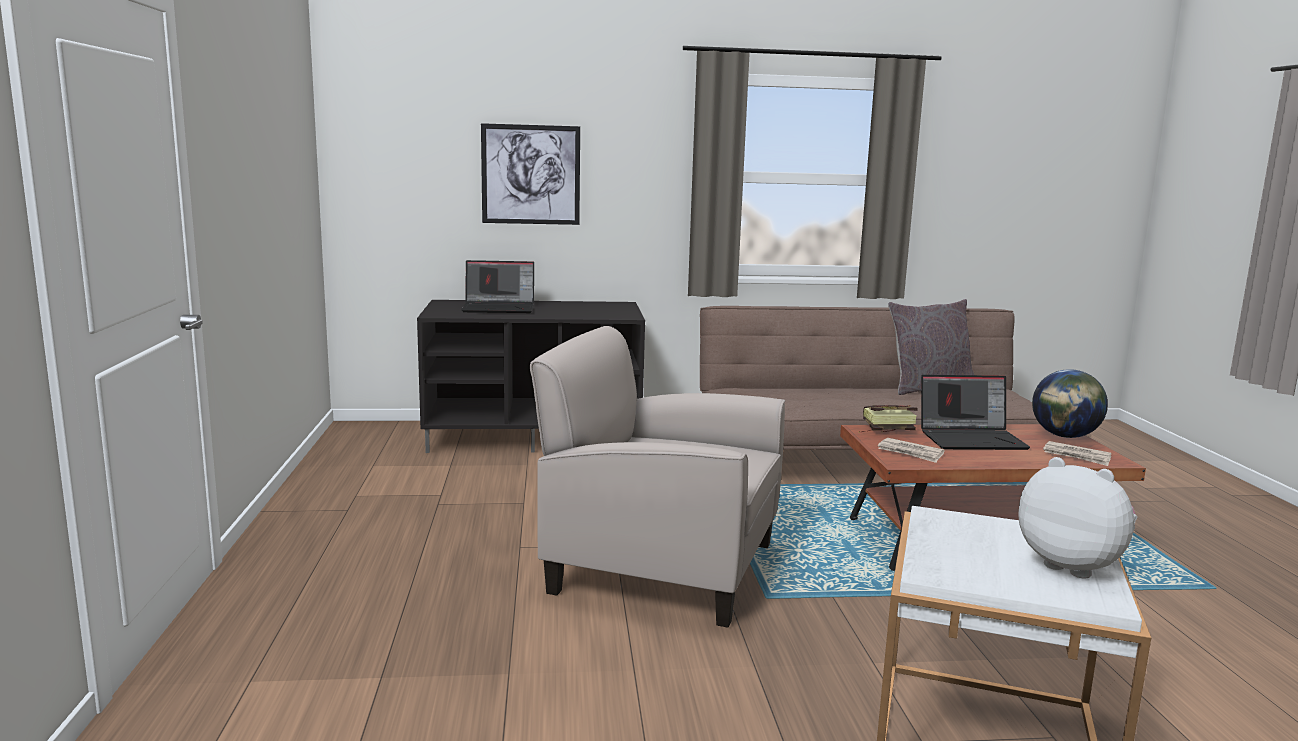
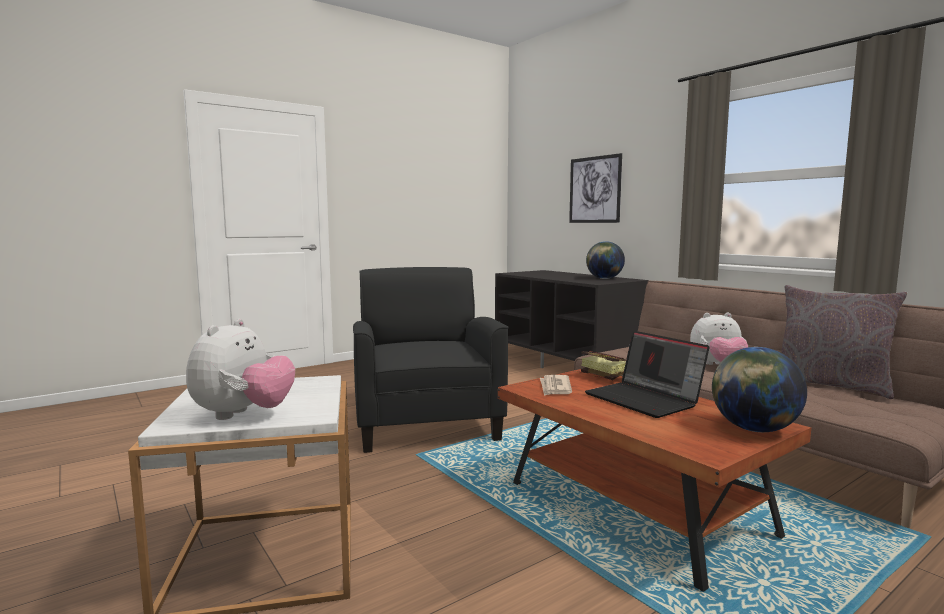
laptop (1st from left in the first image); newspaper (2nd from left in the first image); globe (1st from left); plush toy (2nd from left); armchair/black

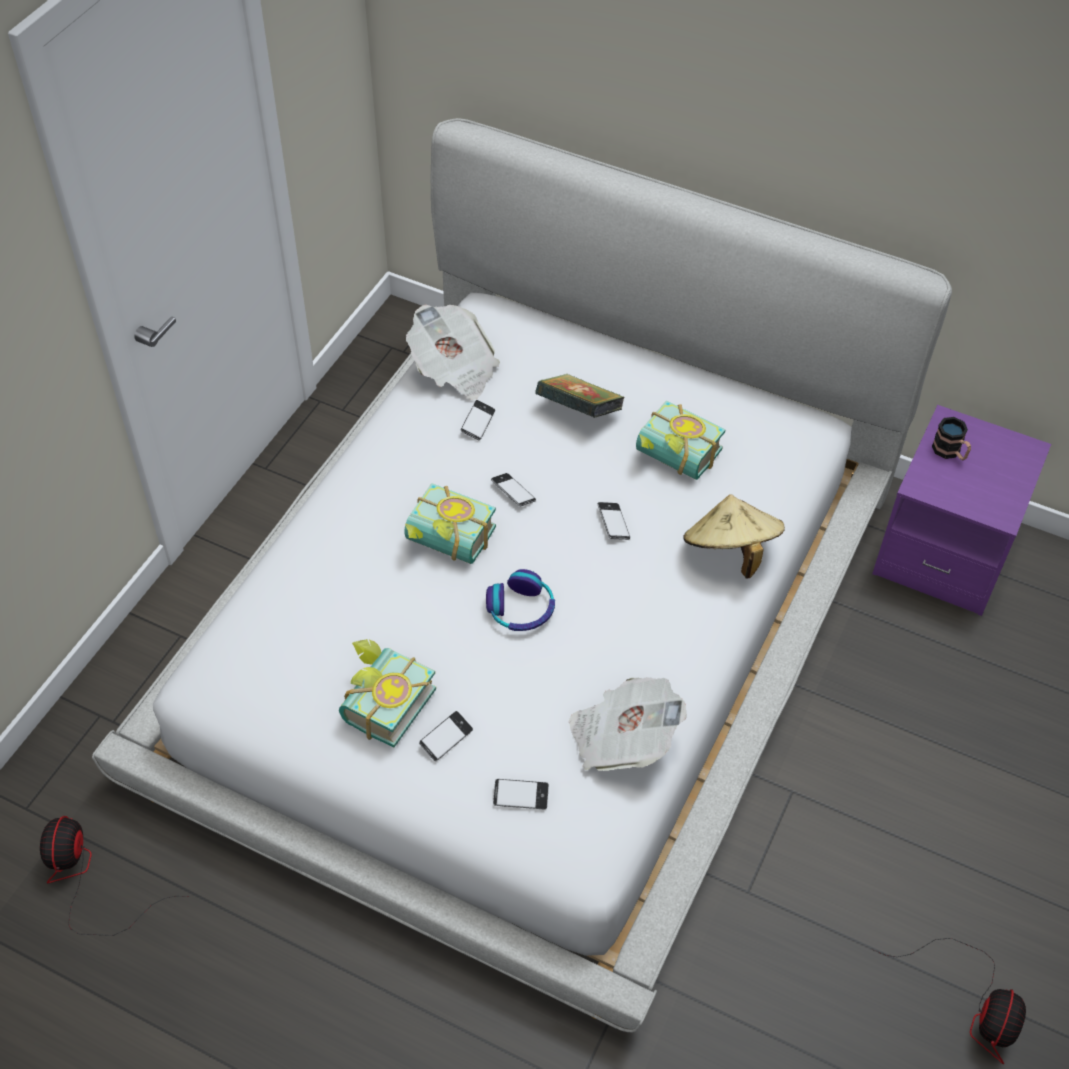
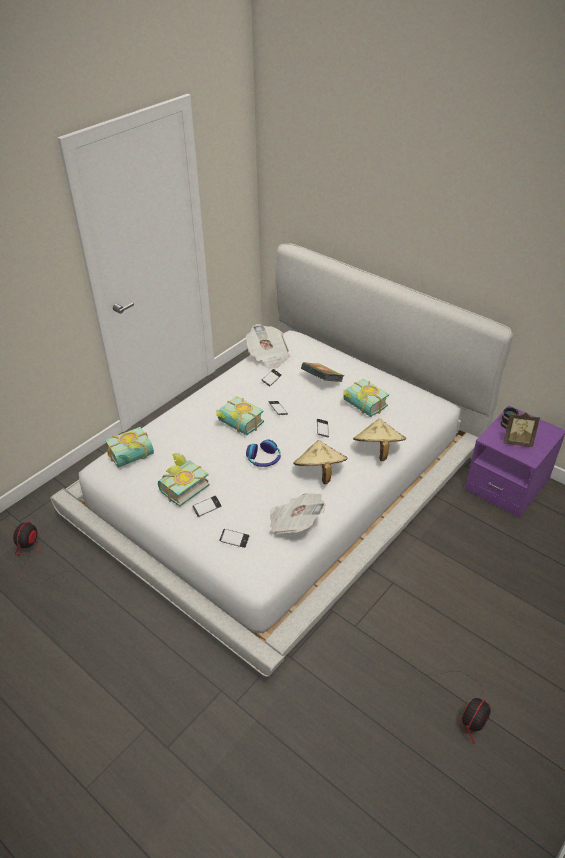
book (1st from left); hat/beige (1st from left); picture frame

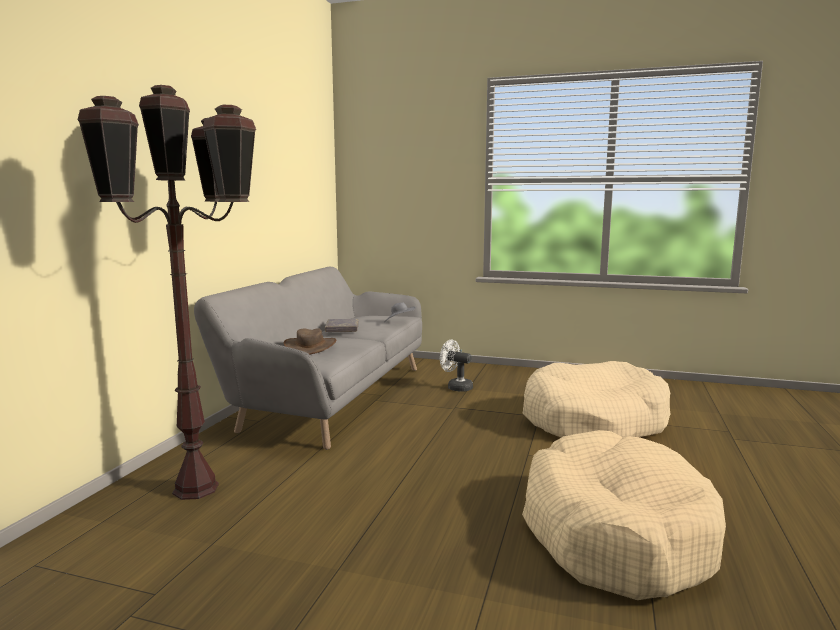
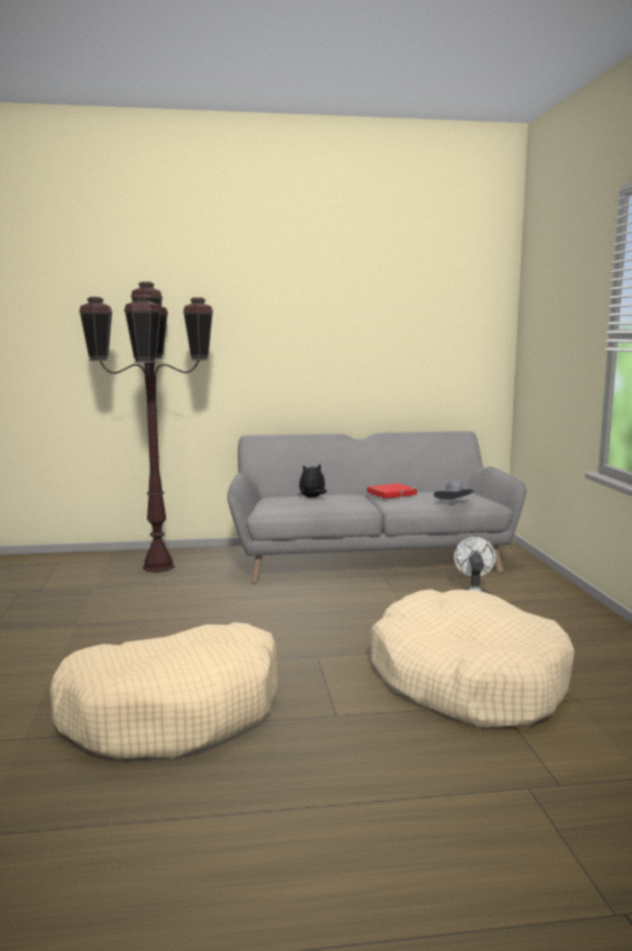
plush toy; book/red

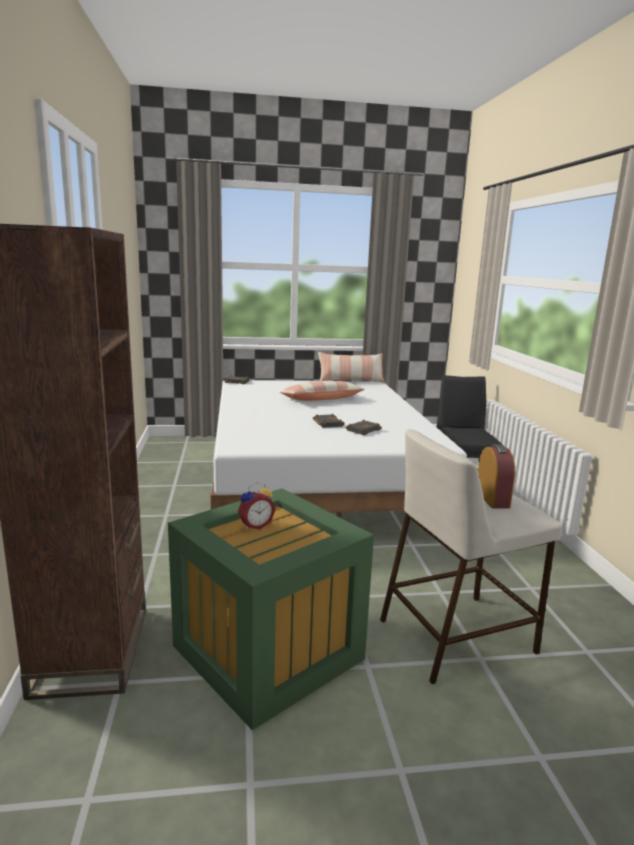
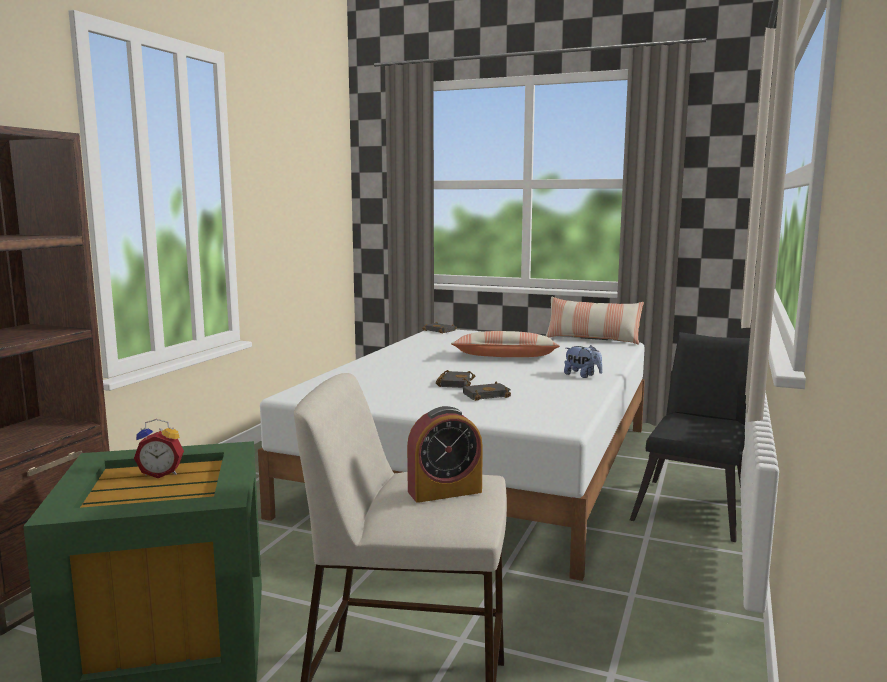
plush toy; alarm clock (2nd from left)

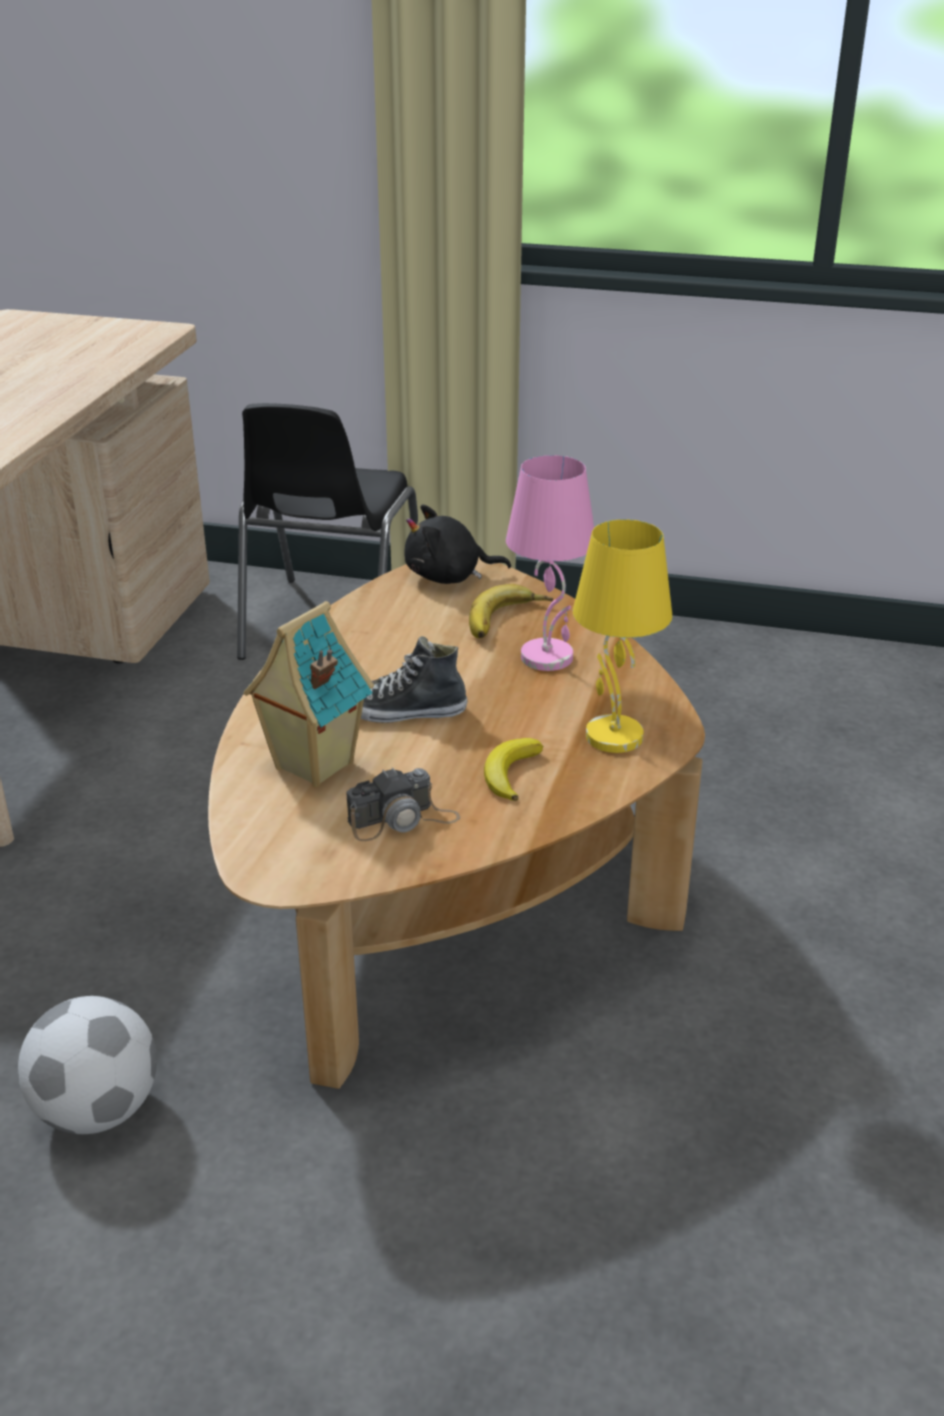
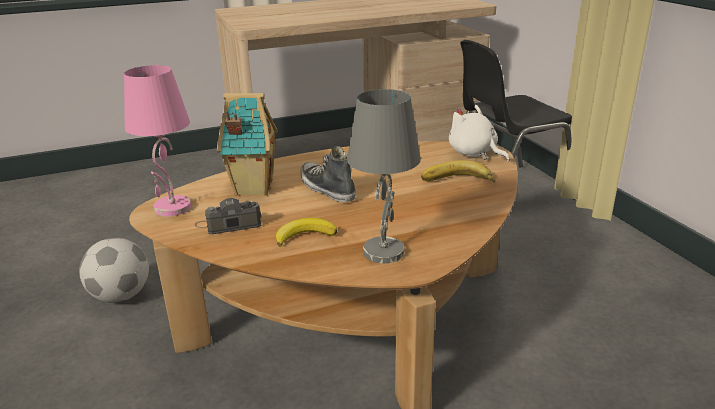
table lamp/pink; plush toy/white; table lamp/grey; photo camera

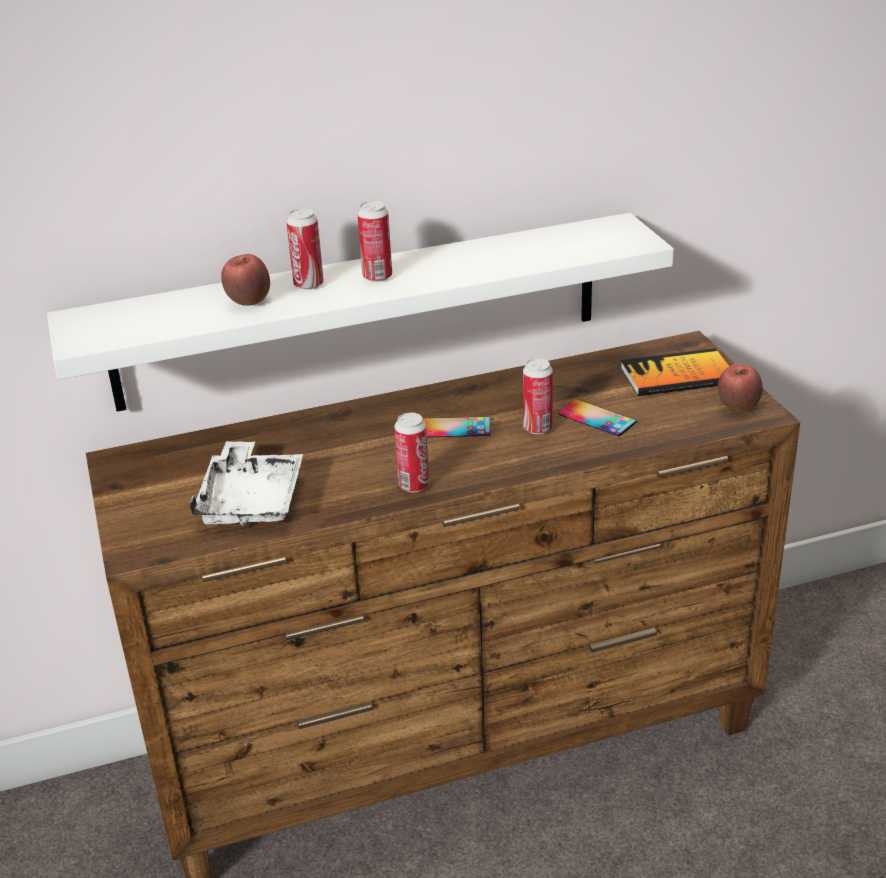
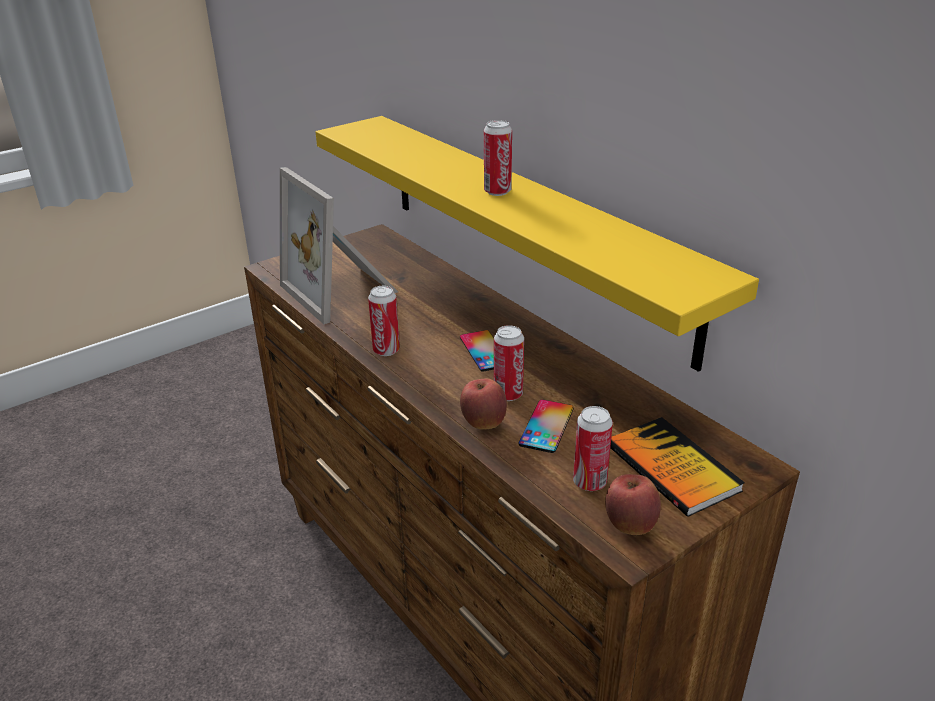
apple (1st from left); can (4th from left); picture frame; shelf/yellow

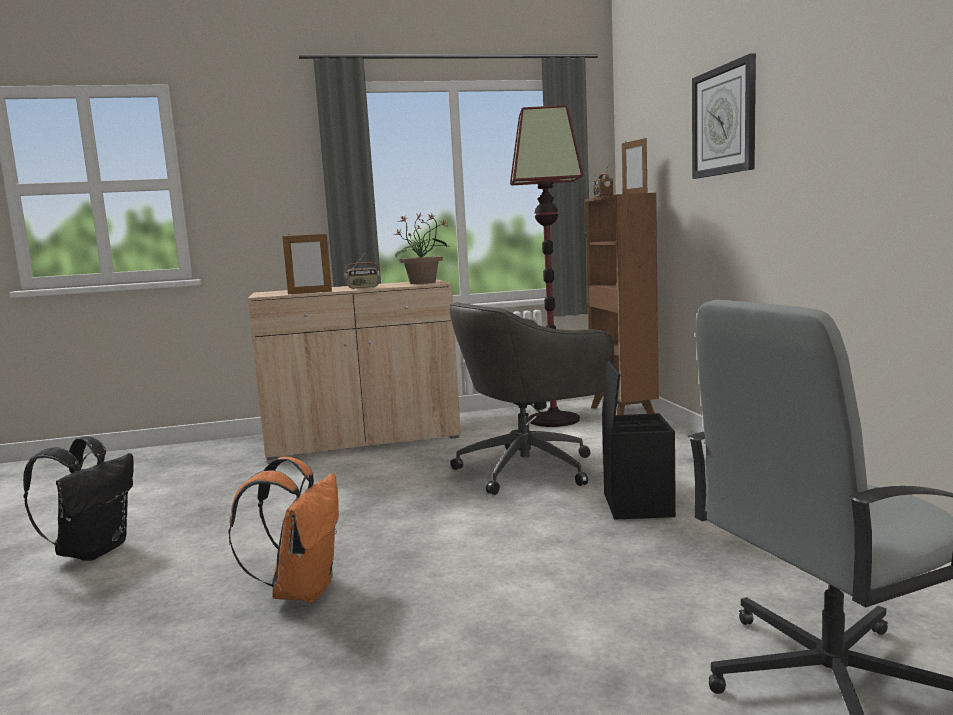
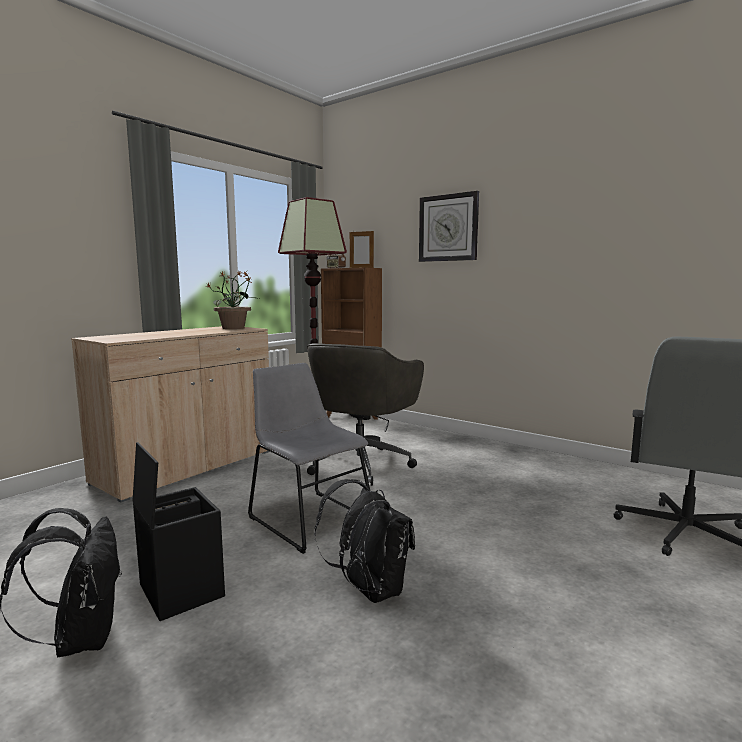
picture frame (1st from left in the first image); radio (1st from left in the first image); chair/grey; storage box/black; backpack/black (2nd from left)

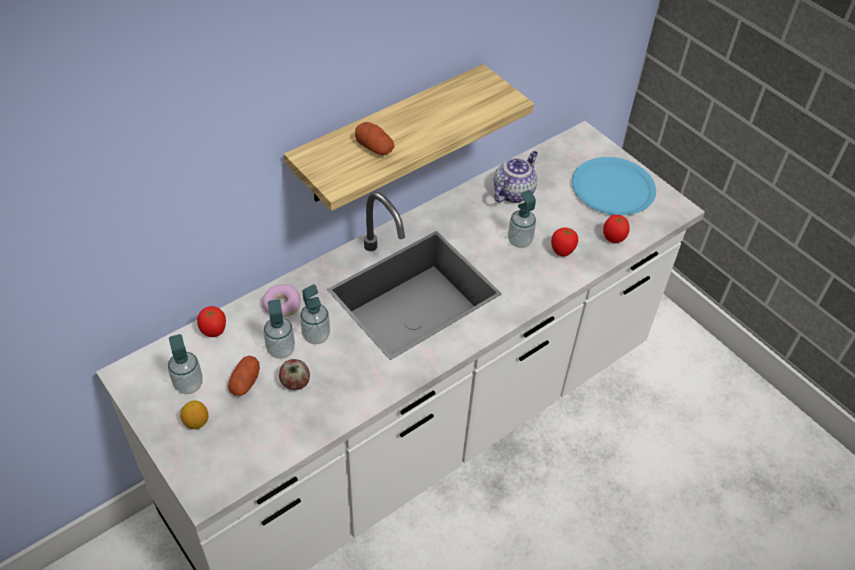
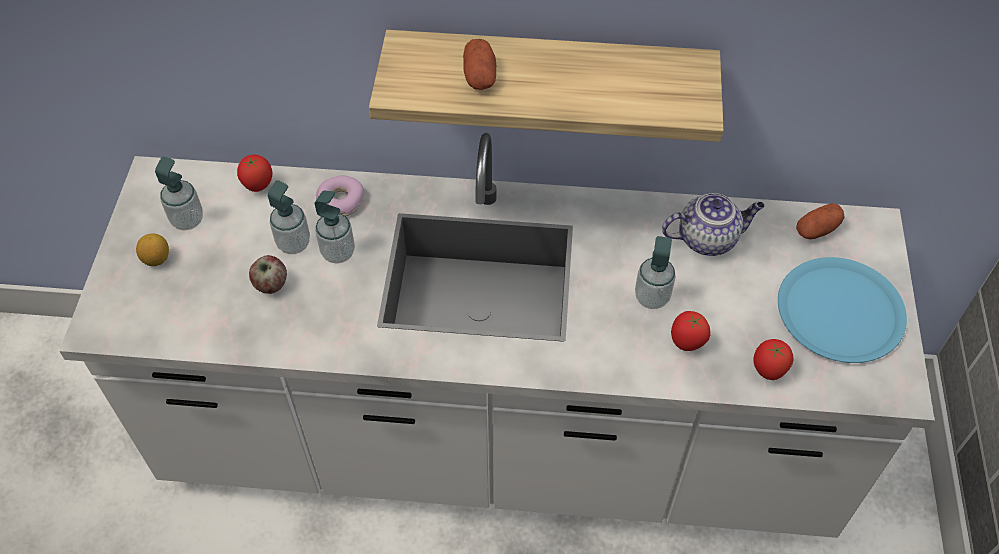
potato (2nd from left)

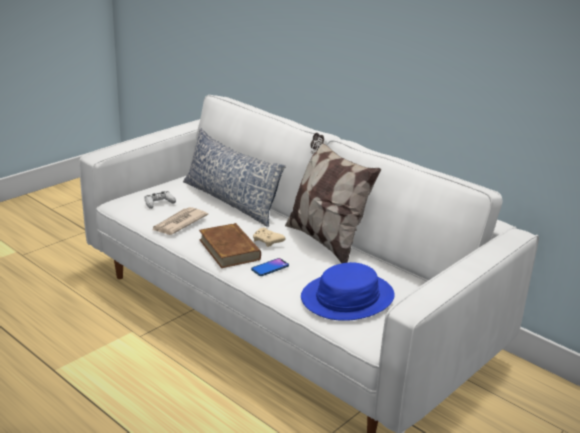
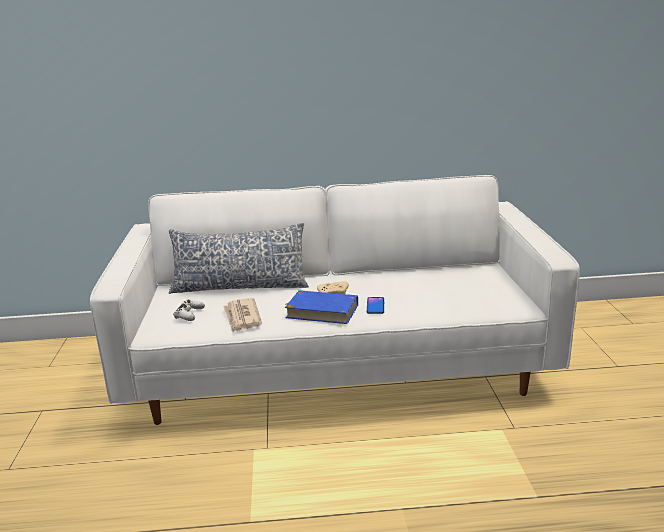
pillow (2nd from left in the first image); hat/blue; book/blue

